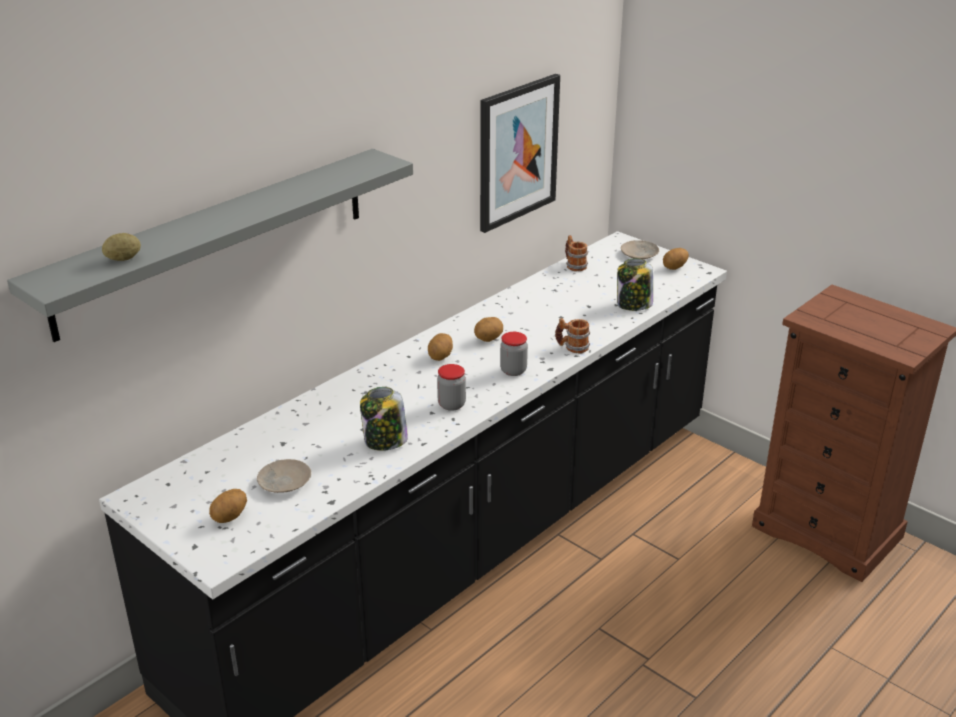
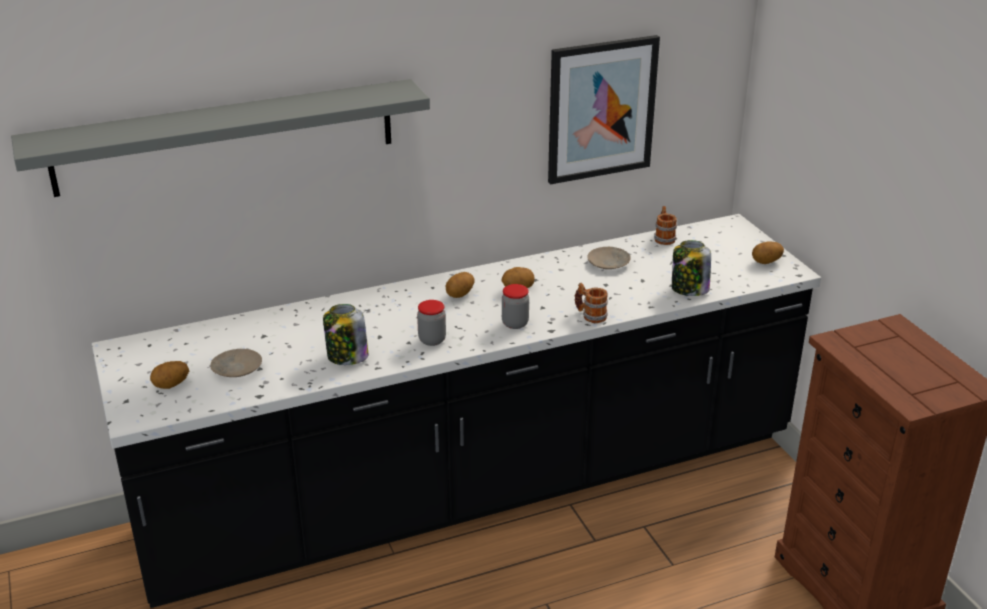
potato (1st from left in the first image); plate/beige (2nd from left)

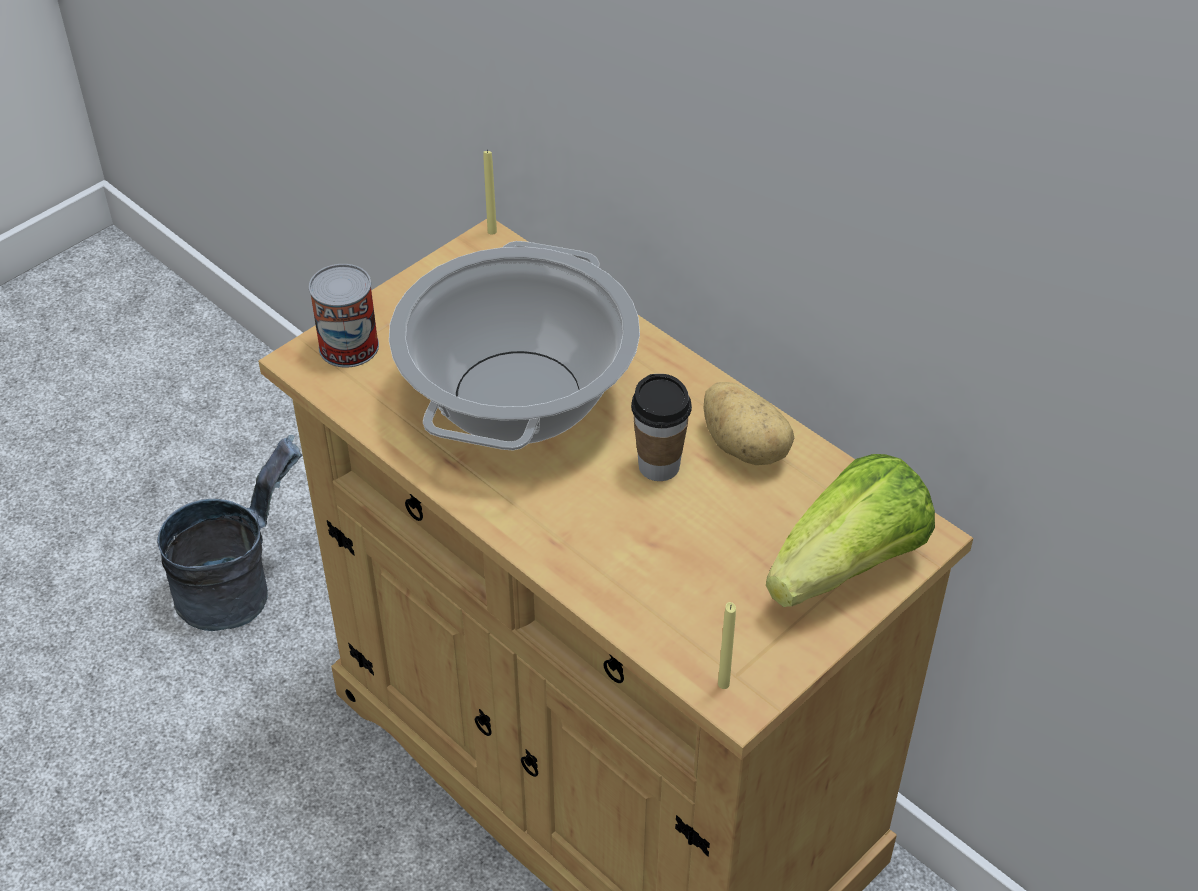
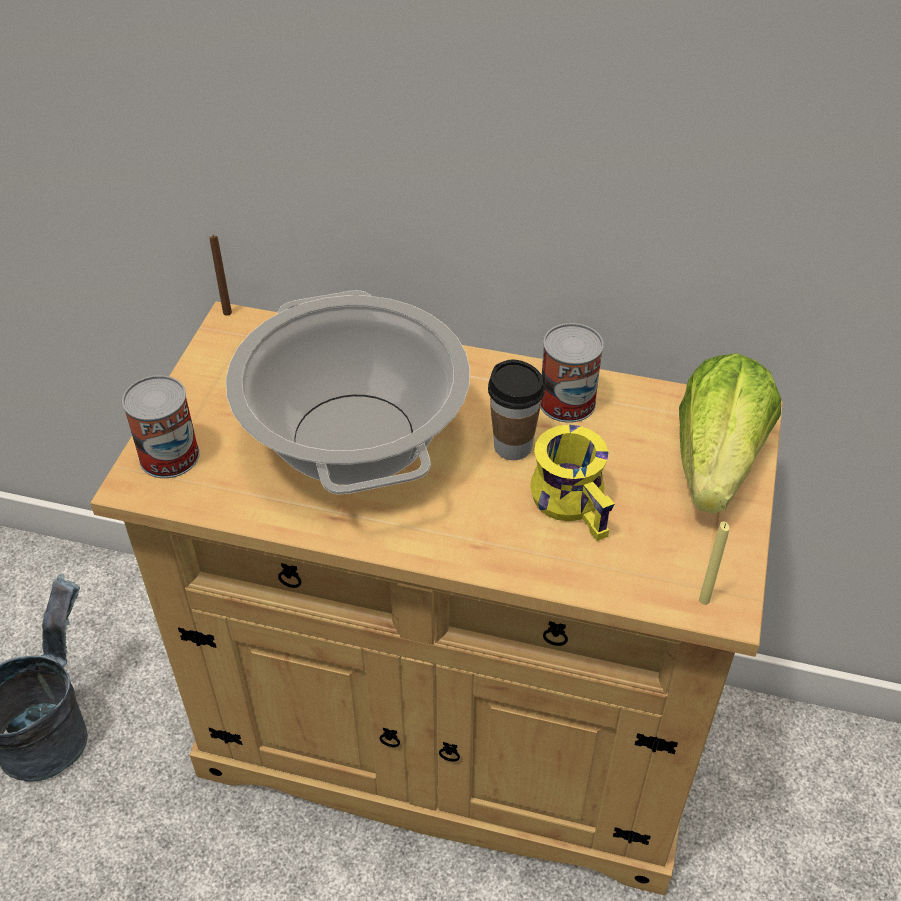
mug/yellow; can (2nd from left); candle/brown

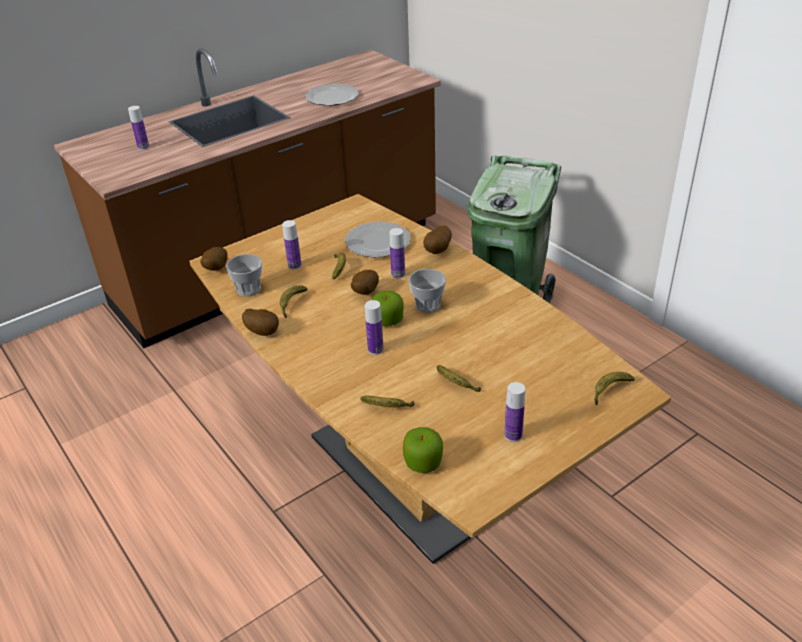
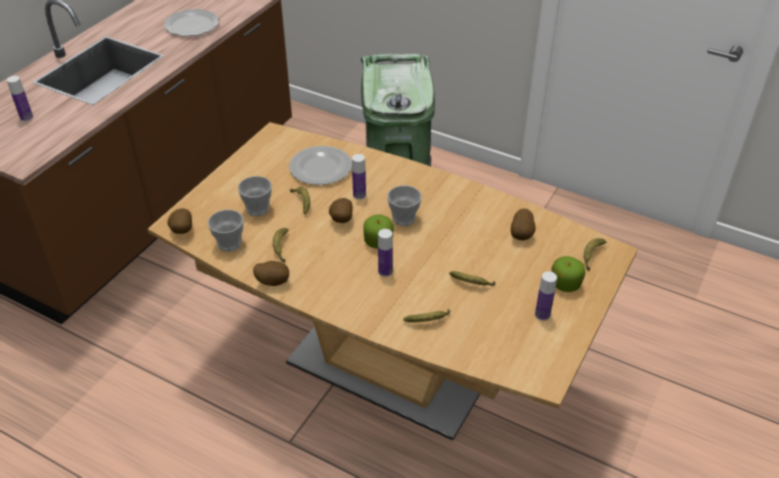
apple (2nd from left); potato (4th from left); cup (2nd from left)

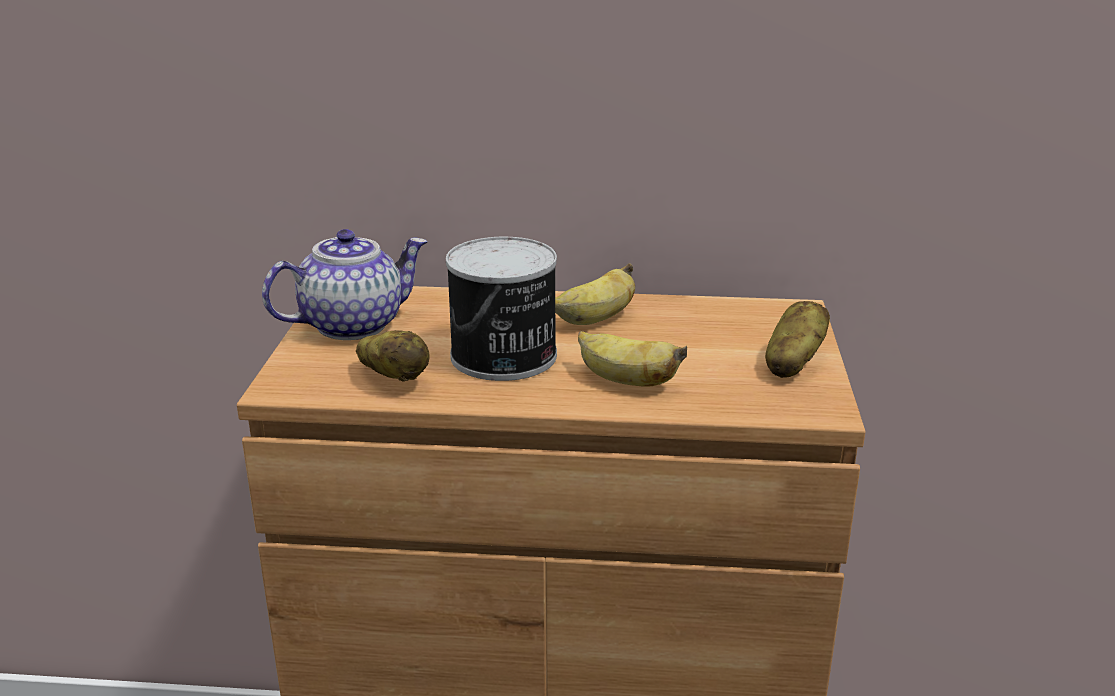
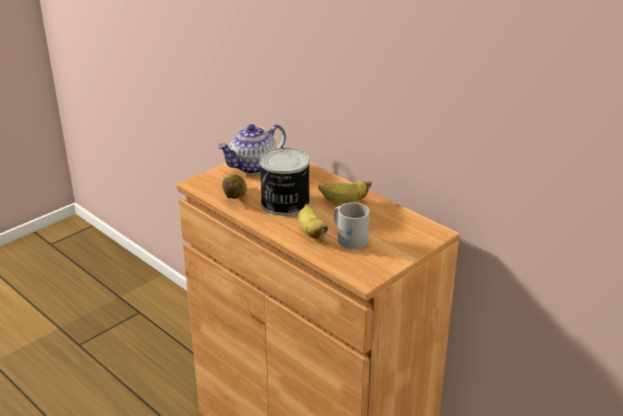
potato (2nd from left in the first image); mug/white; teapot

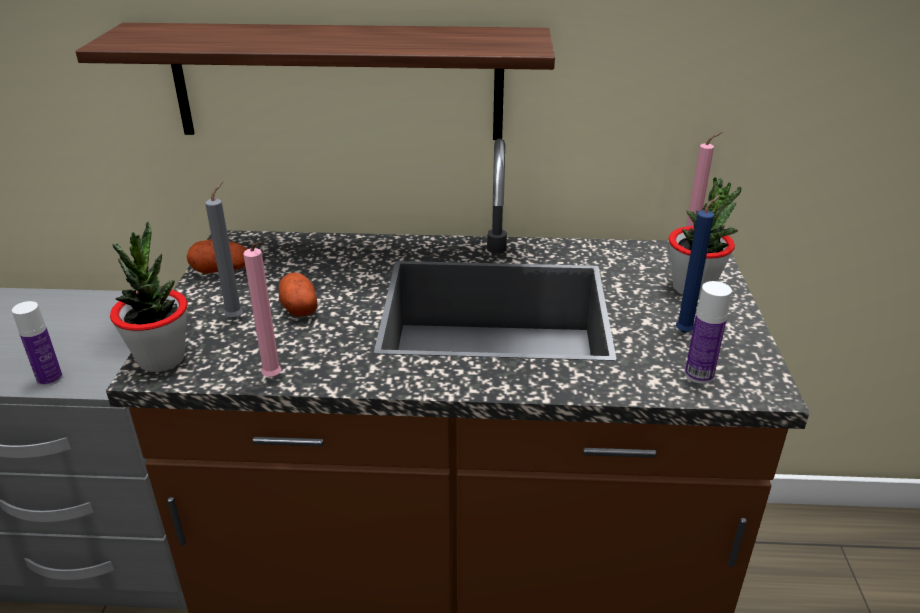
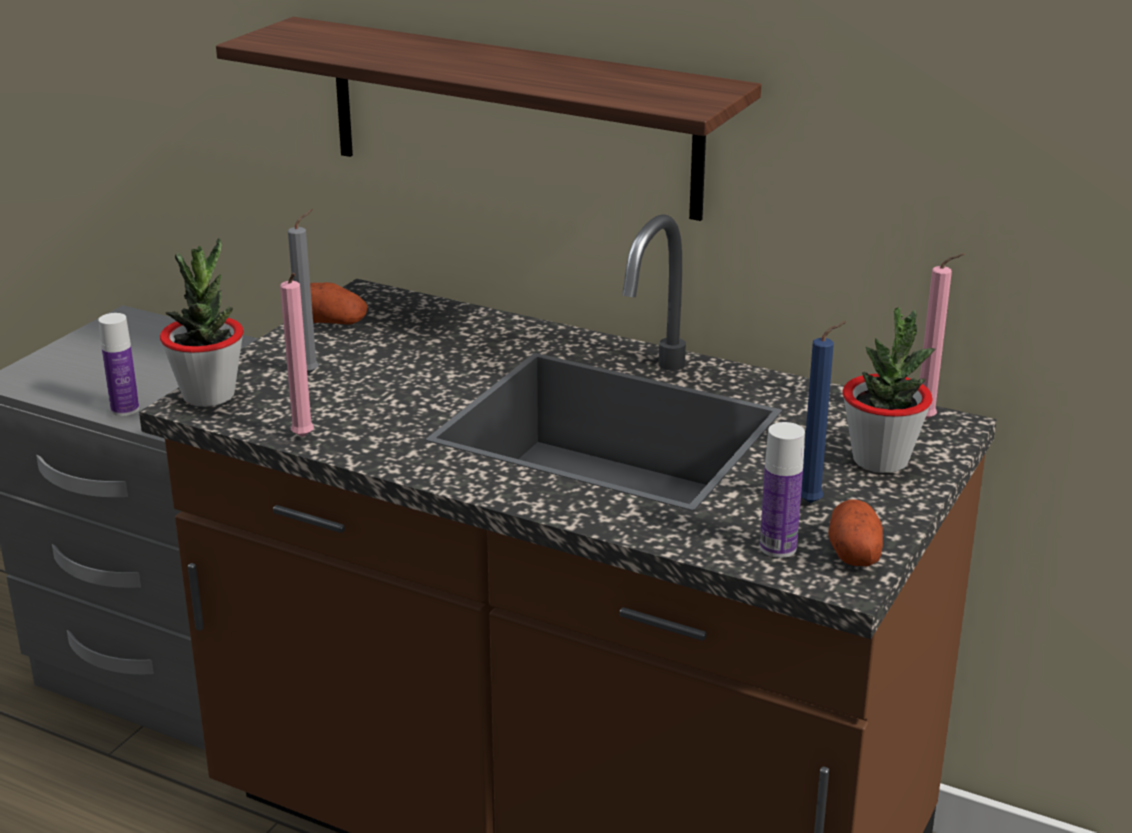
potato (2nd from left)

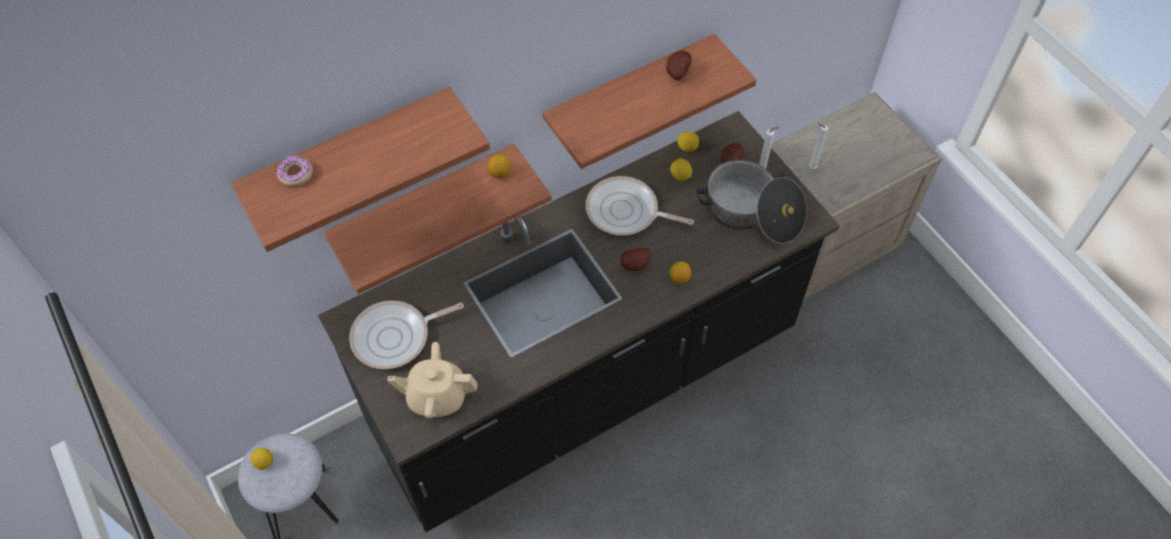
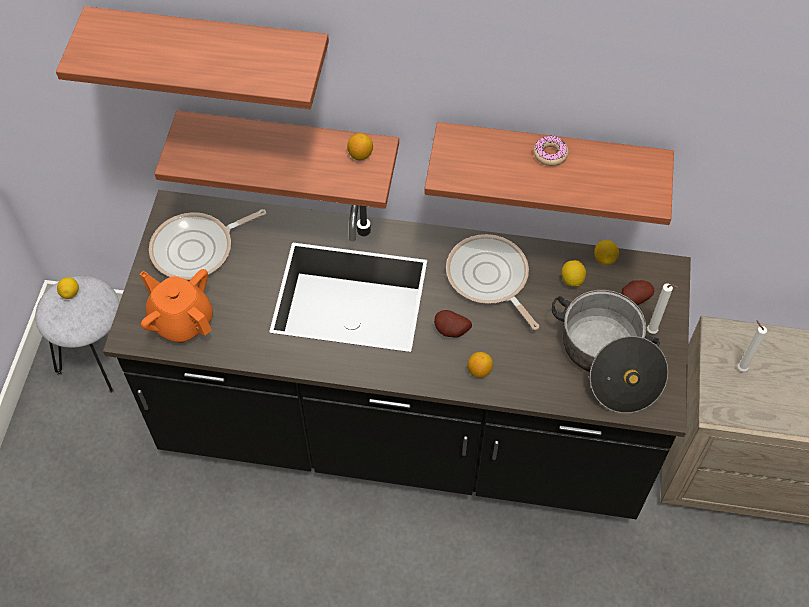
potato (2nd from left in the first image); donut; teapot/orange; frying pan (1st from left)

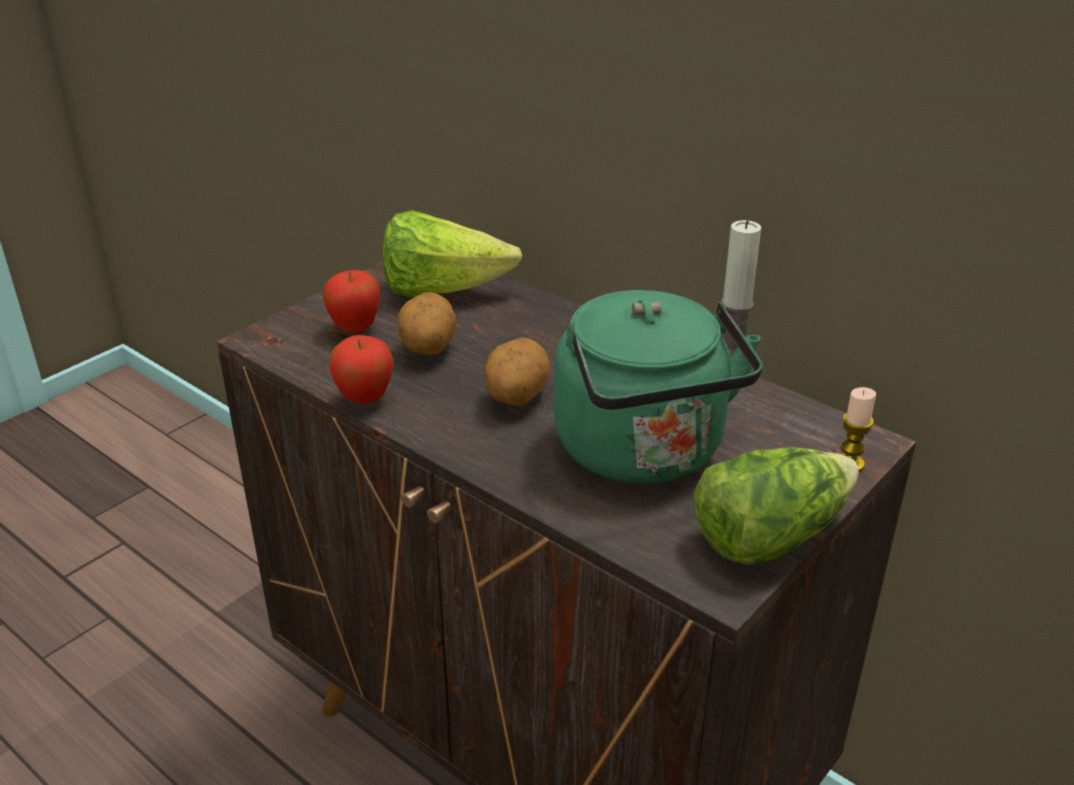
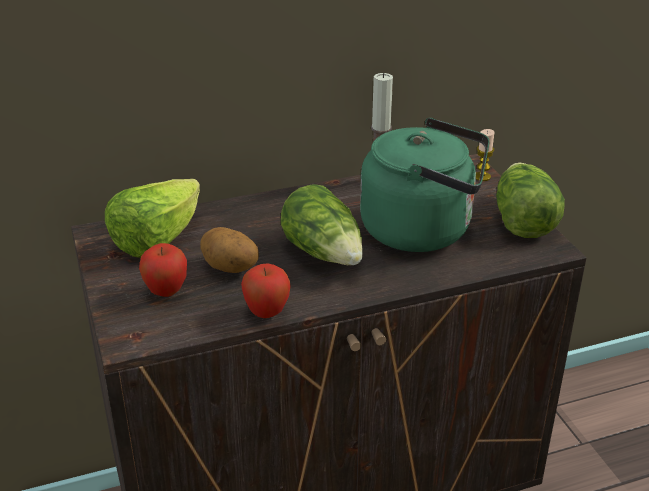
lettuce (2nd from left)

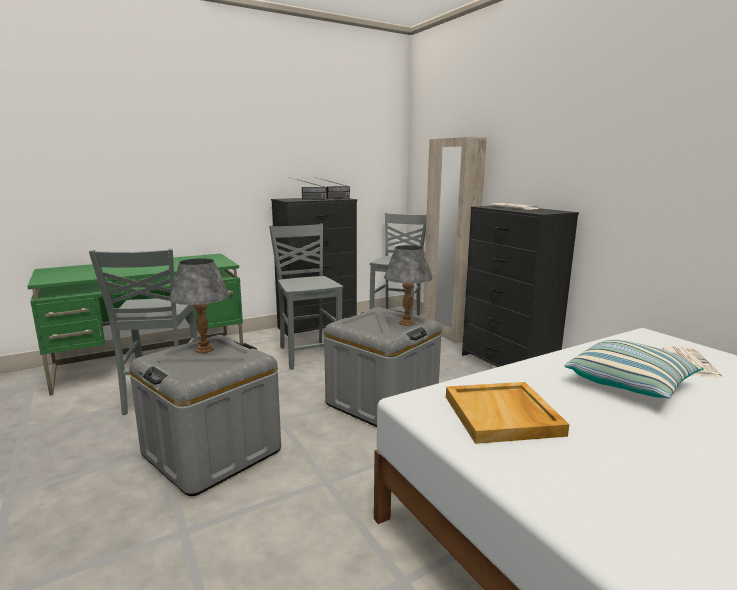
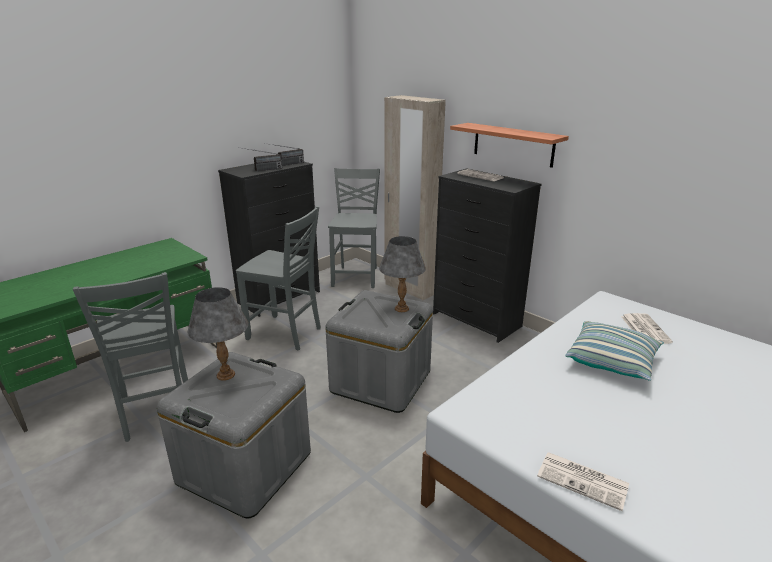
tray/beige; shelf; newspaper (2nd from left); chair/grey (2nd from left)

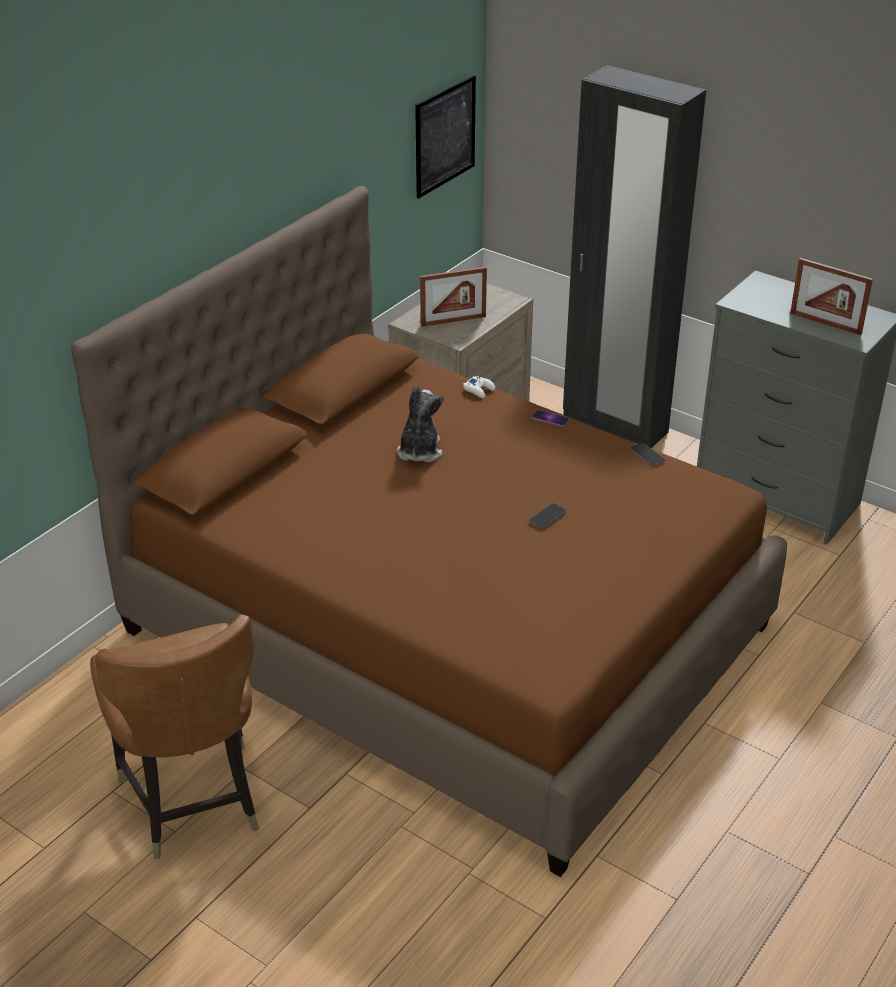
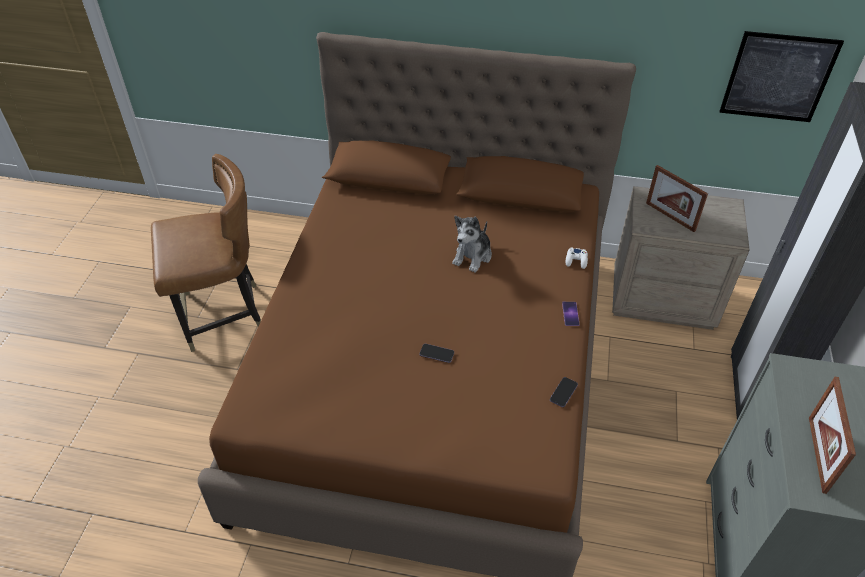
chair/brown; plush toy

